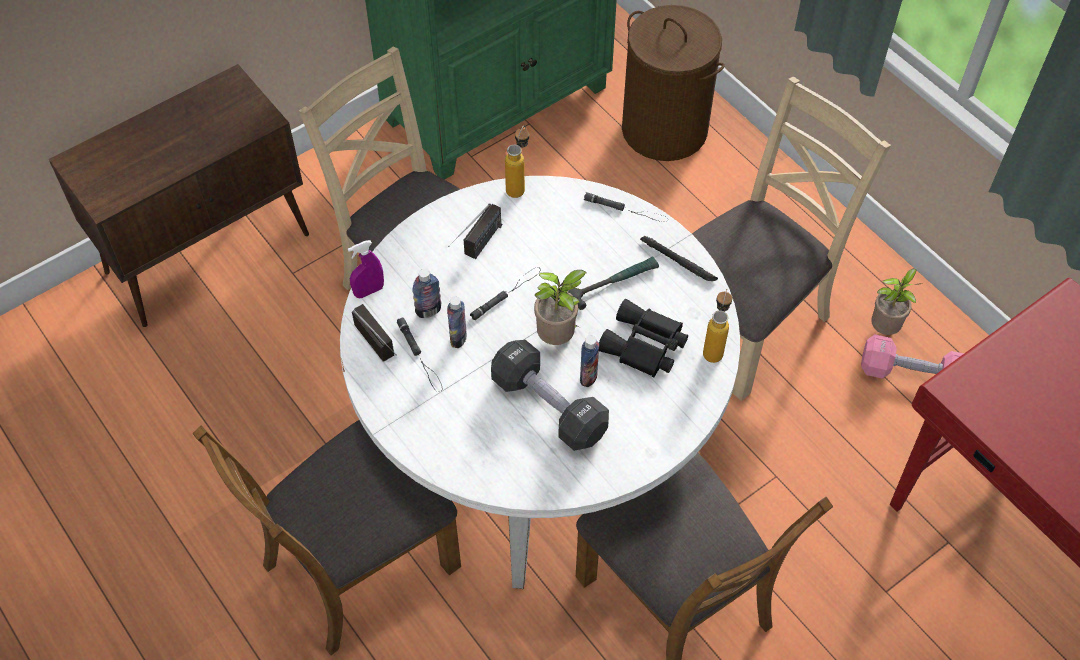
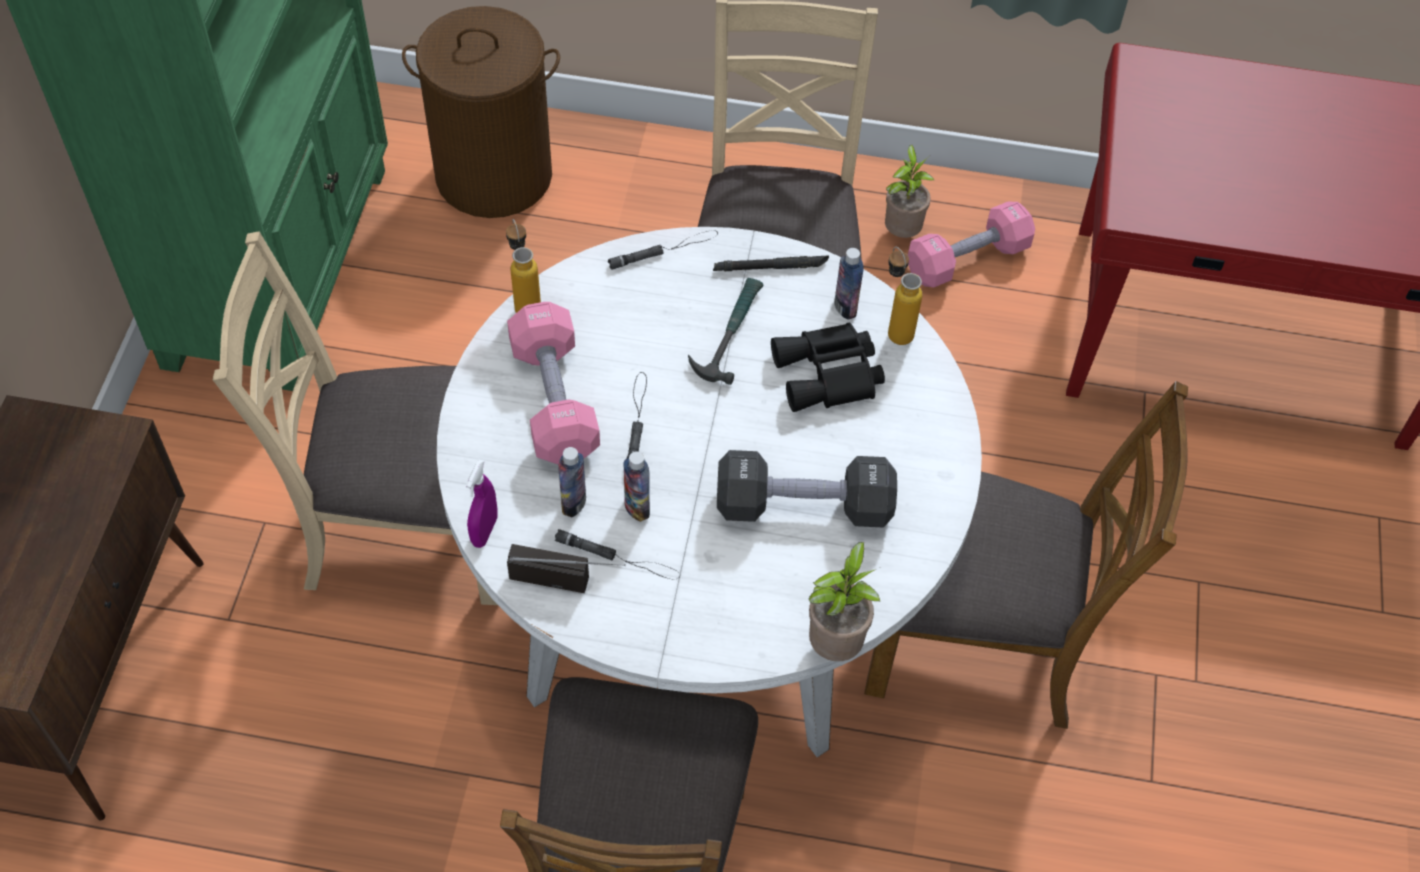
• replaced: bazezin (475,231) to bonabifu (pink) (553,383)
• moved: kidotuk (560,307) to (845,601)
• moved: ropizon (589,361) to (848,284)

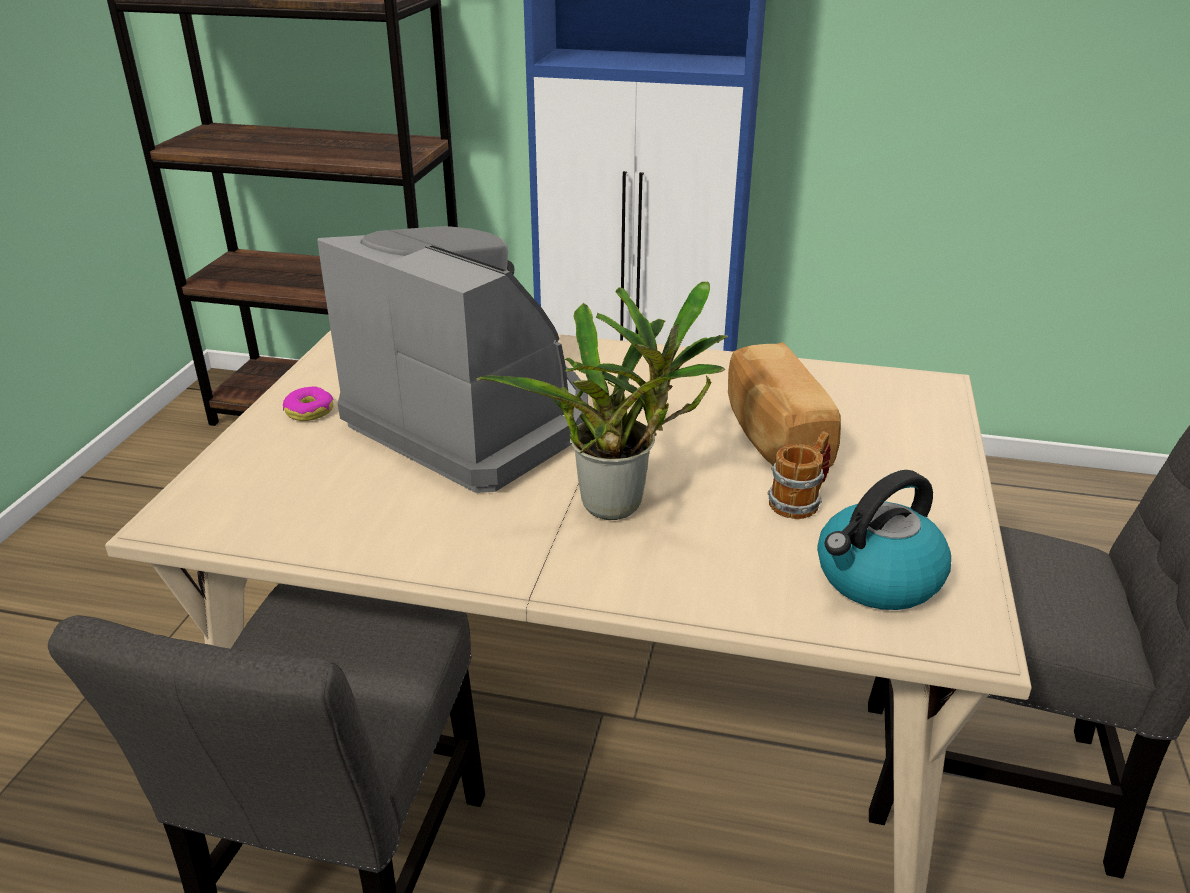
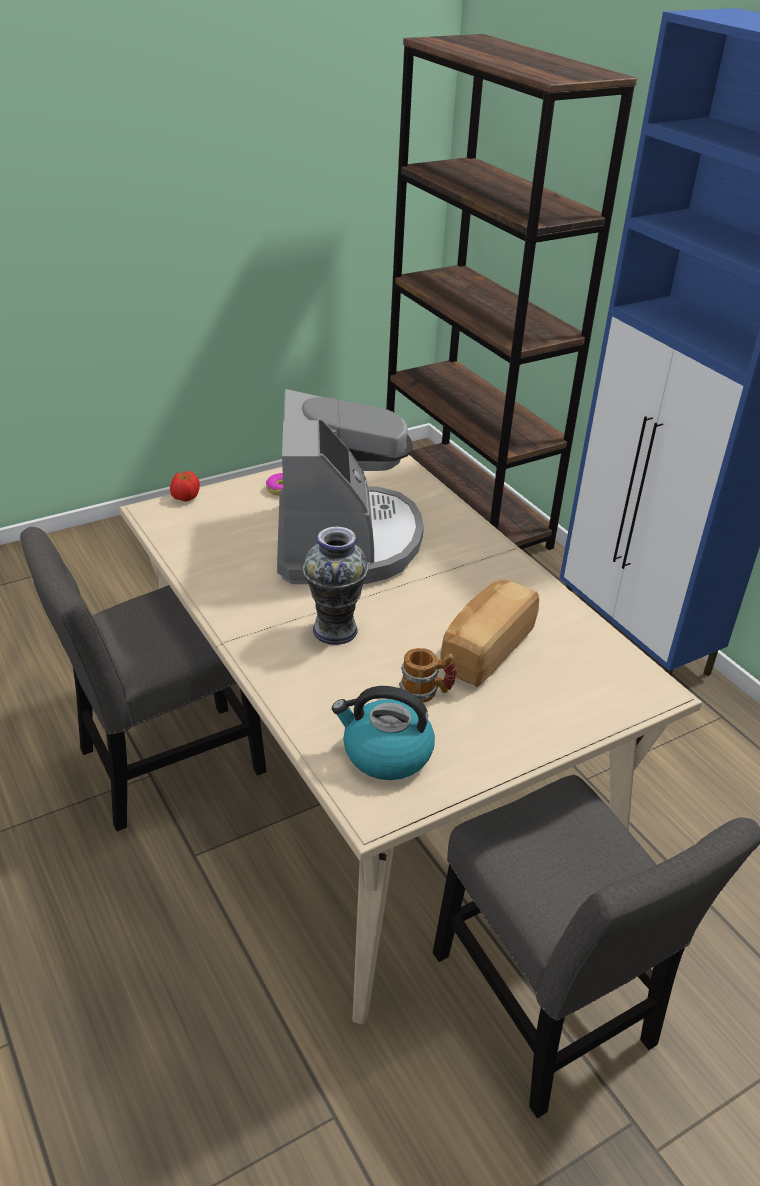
• replaced: kidotuk (602,400) to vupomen (335,586)
• added: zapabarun (185,486)

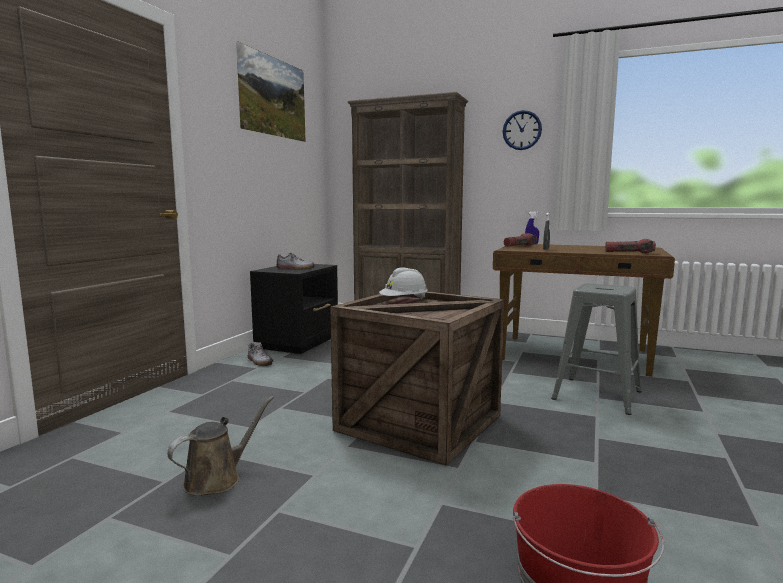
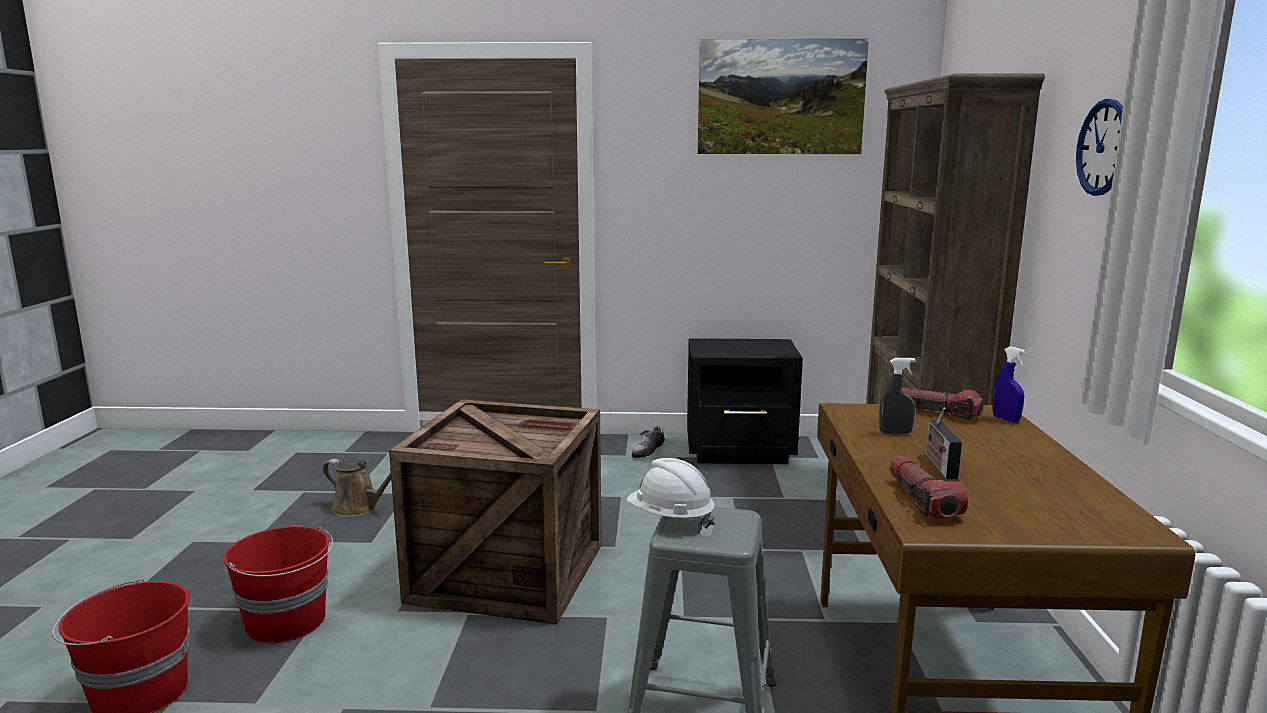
• removed: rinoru (296,260)
• moved: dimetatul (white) (403,283) to (671,493)
• added: bazezin (944,443)
• added: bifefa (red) (278,584)

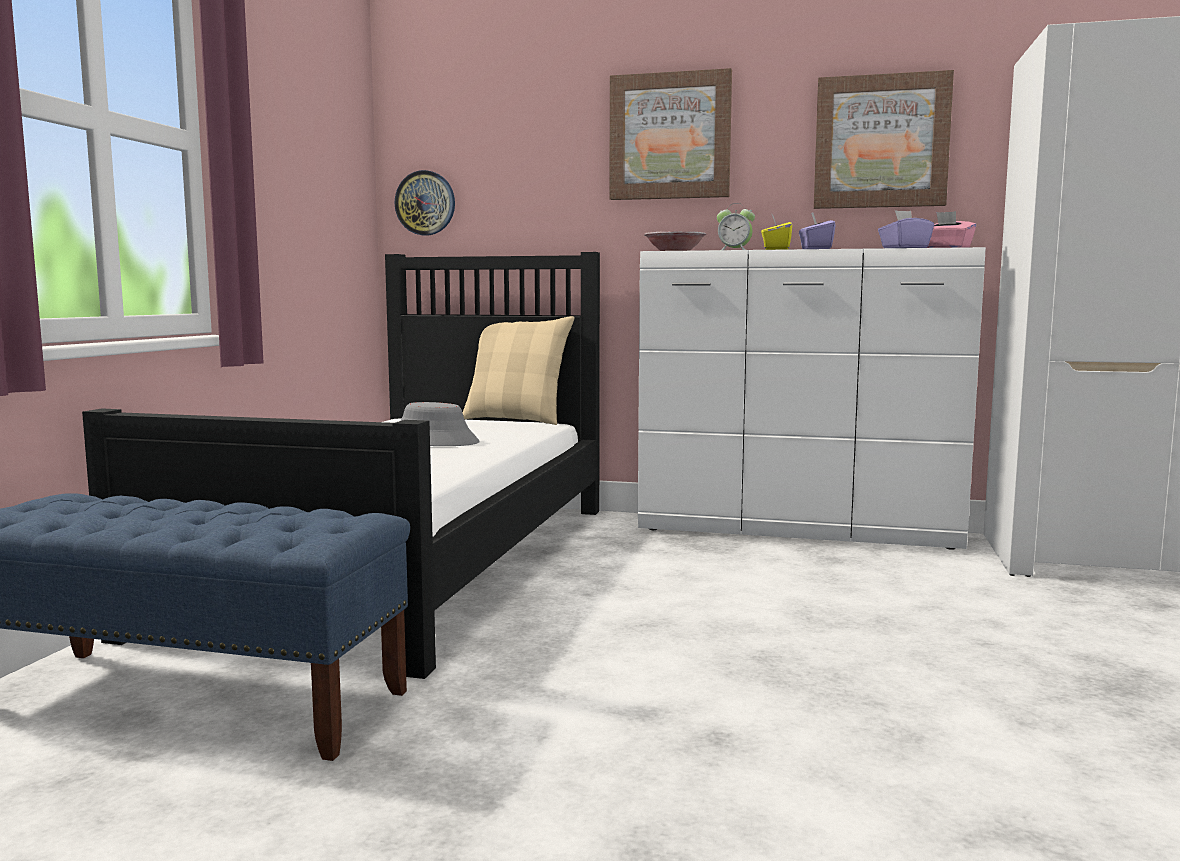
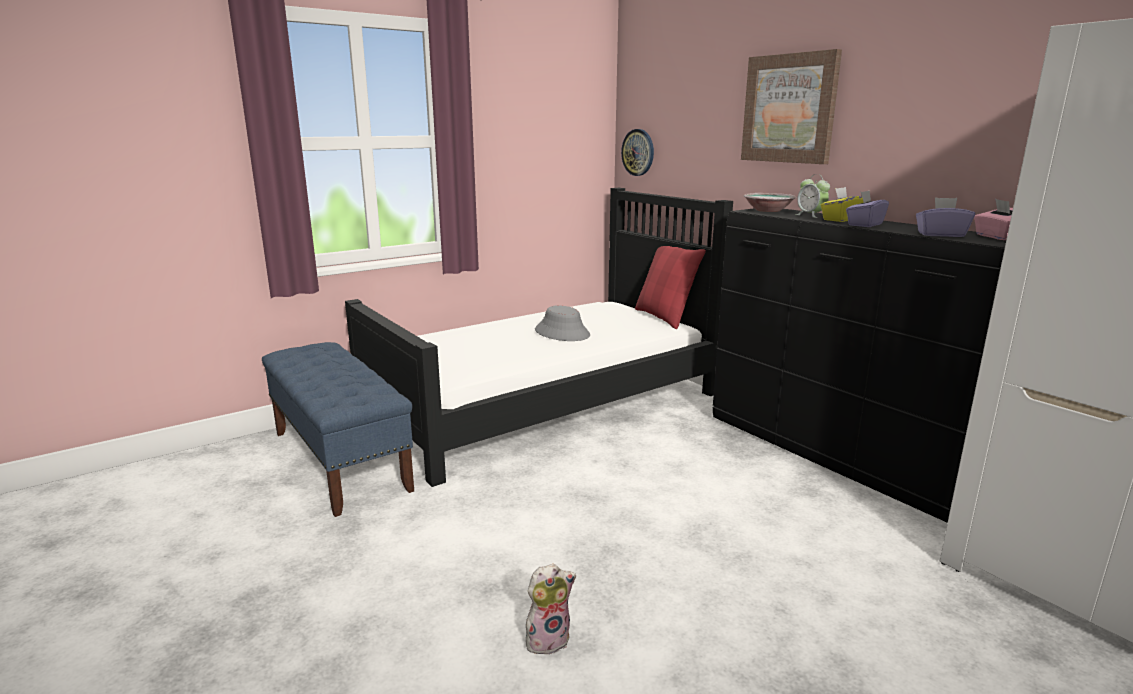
• removed: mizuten (884,139)
• recoloured: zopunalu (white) (812,398) to zopunalu (black) (859,365)
• recoloured: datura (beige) (518,370) to datura (red) (670,287)
• added: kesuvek (551,609)

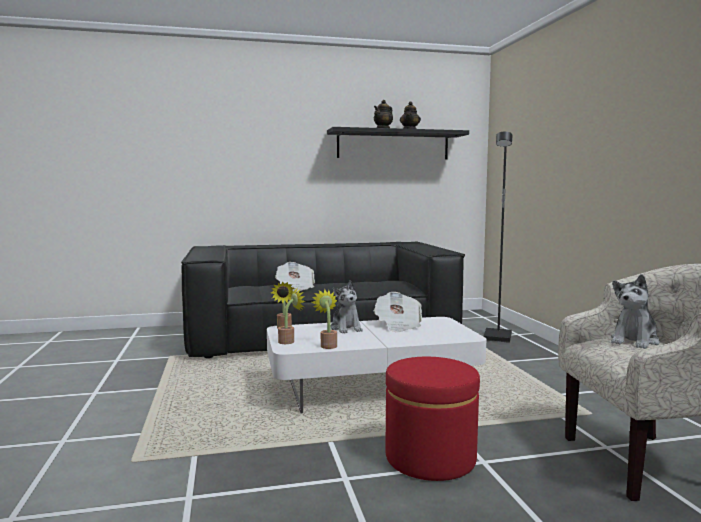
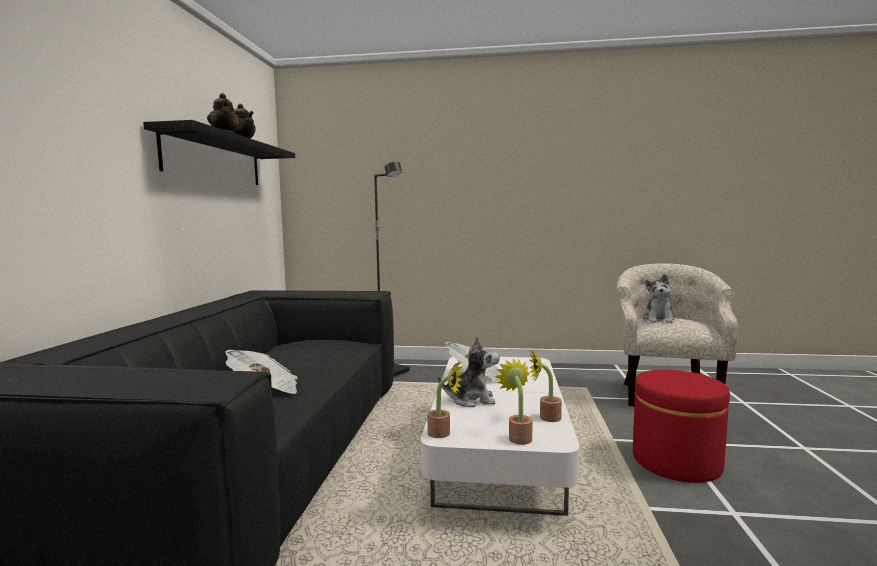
• turned: kesuvek (635,311) = (659,298) 45 degrees clockwise

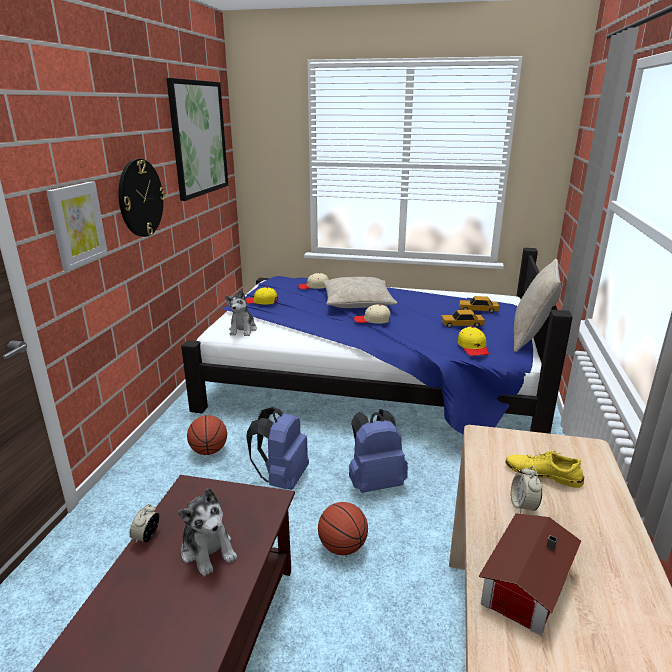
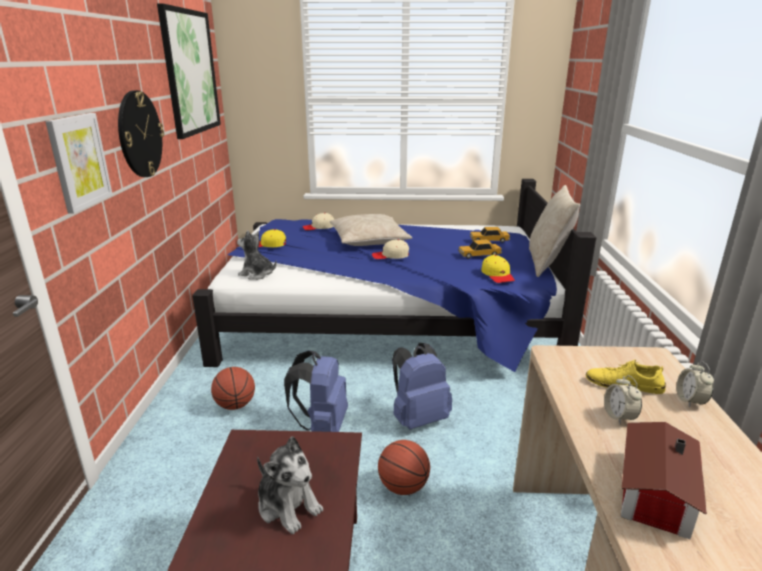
• turned: kesuvek (241,313) = (257,255) 120 degrees clockwise
• moved: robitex (144,523) to (695,384)

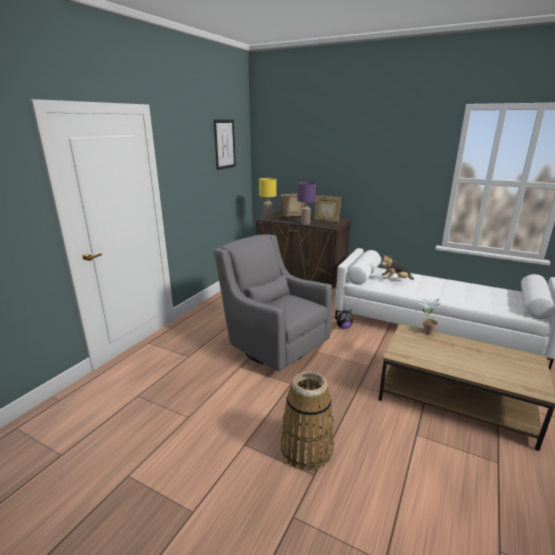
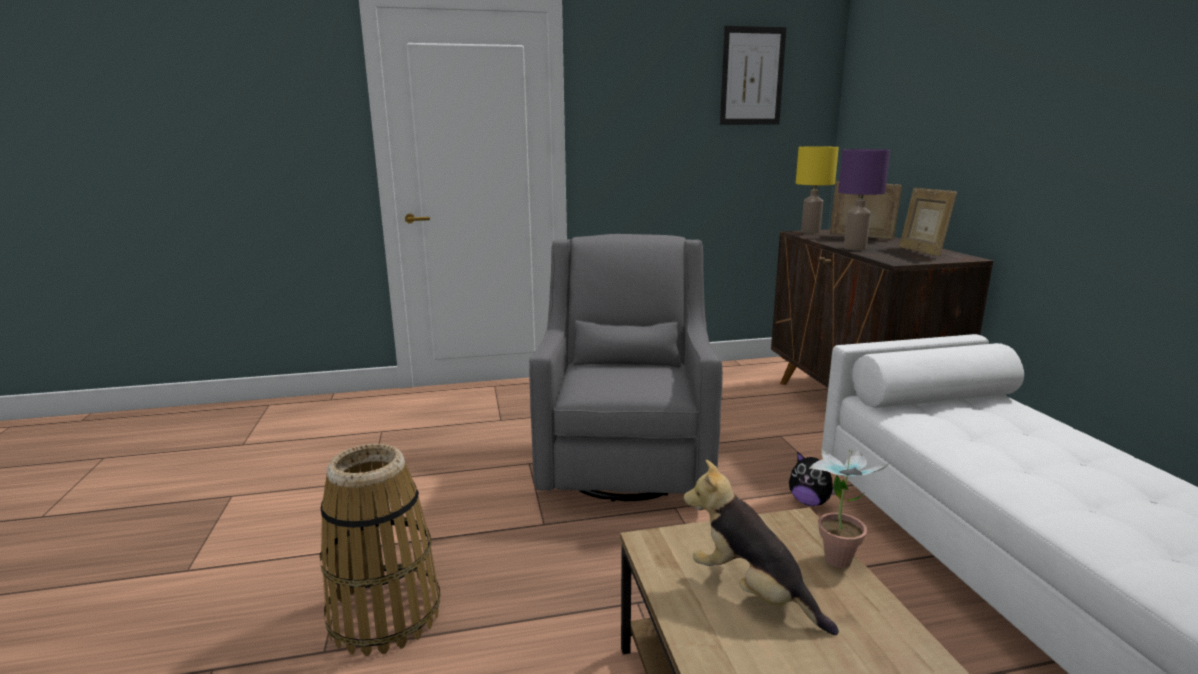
• moved: kesuvek (397,267) to (761,547)

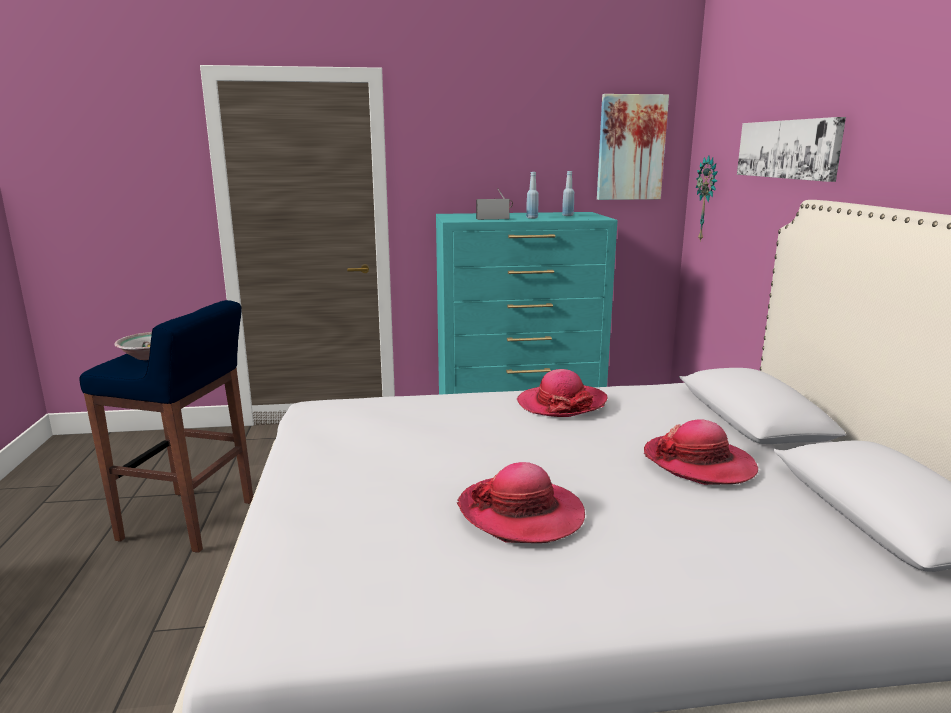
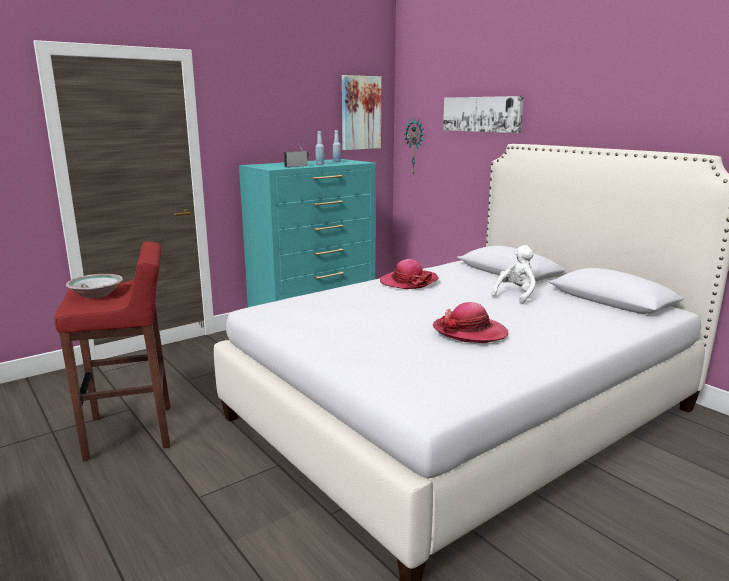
• recoloured: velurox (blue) (166,426) to velurox (red) (113,351)
• replaced: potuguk (701,452) to kesuvek (white) (514,274)

